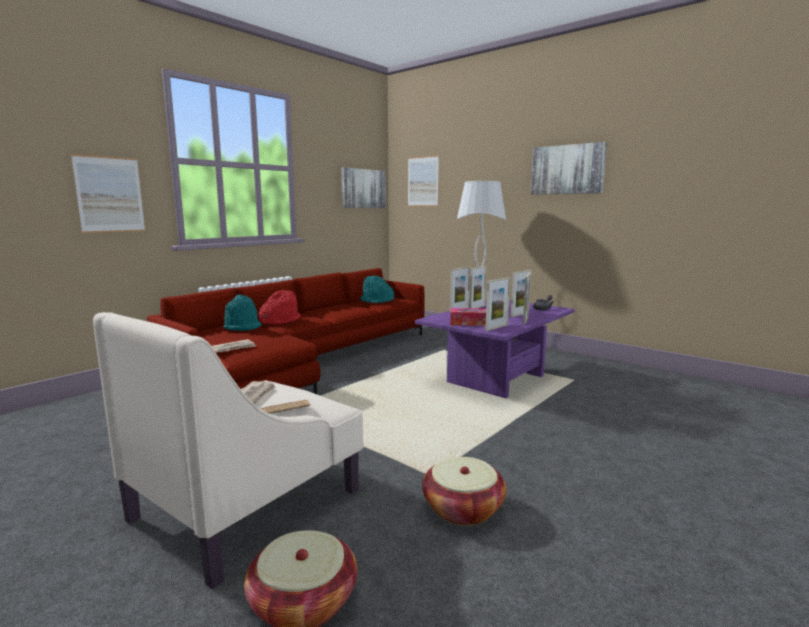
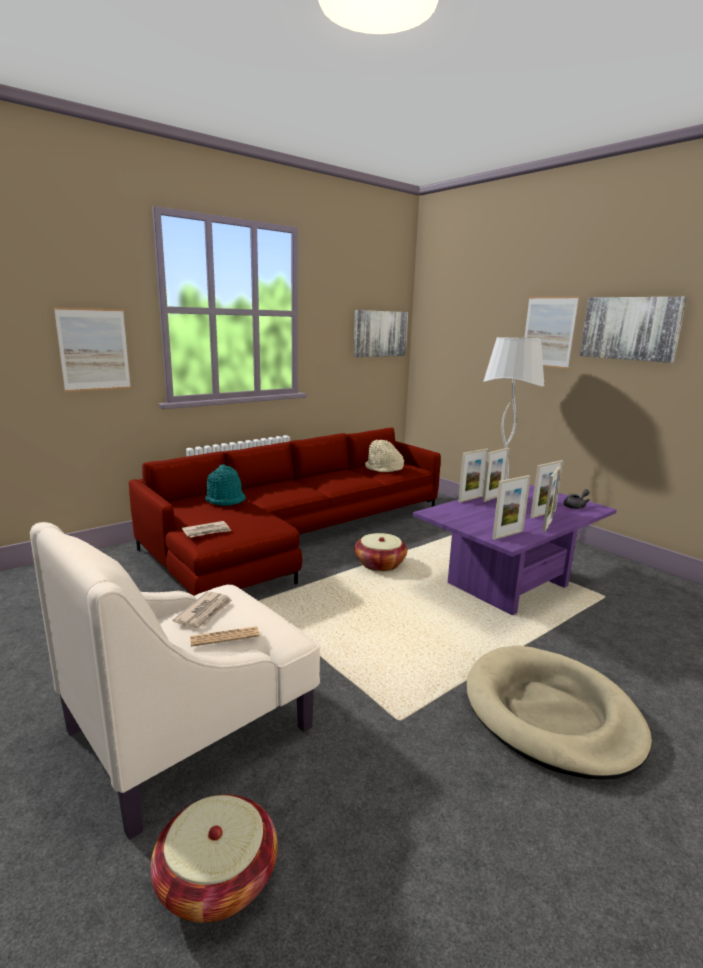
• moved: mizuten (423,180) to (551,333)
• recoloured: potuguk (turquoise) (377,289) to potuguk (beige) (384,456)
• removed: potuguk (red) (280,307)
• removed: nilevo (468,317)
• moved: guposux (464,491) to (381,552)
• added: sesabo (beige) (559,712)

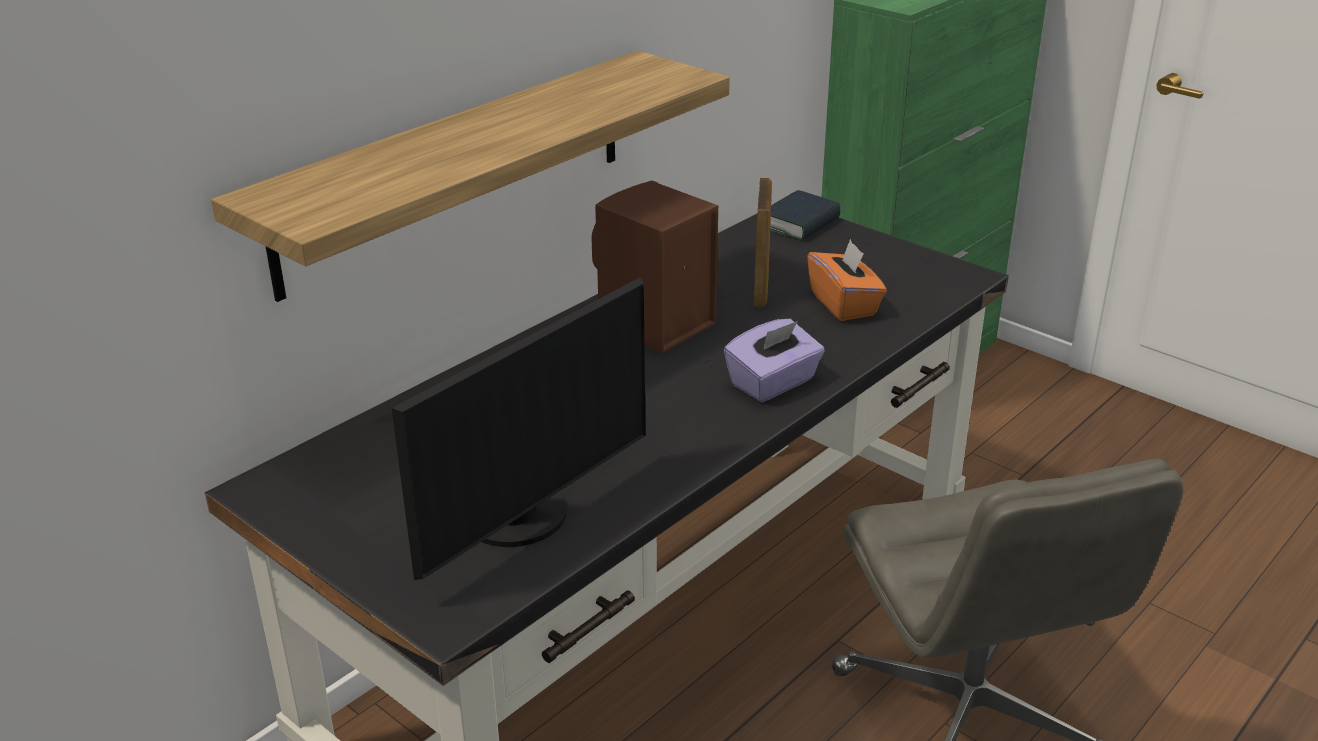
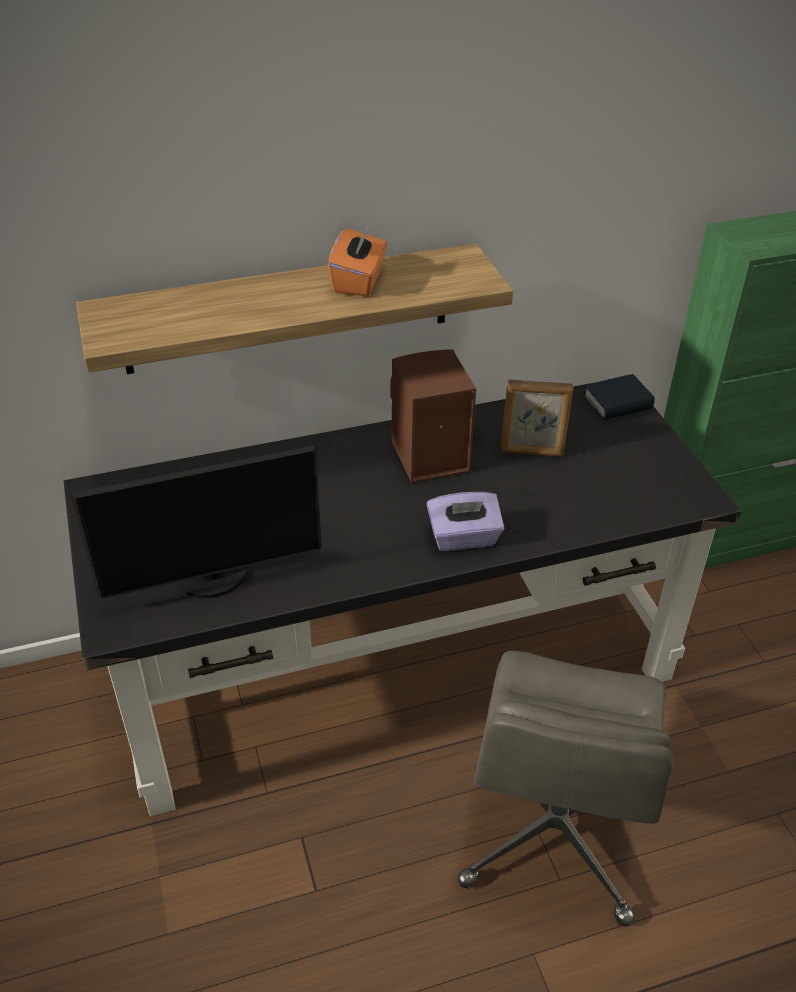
• turned: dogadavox (763,242) = (537,418) 60 degrees clockwise
• moved: nilevo (orange) (847,280) to (357,260)

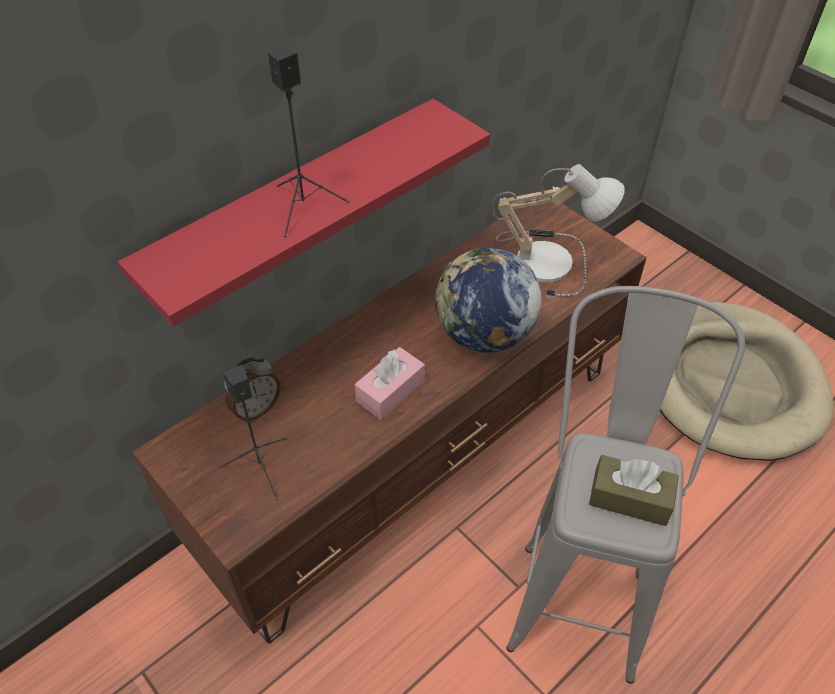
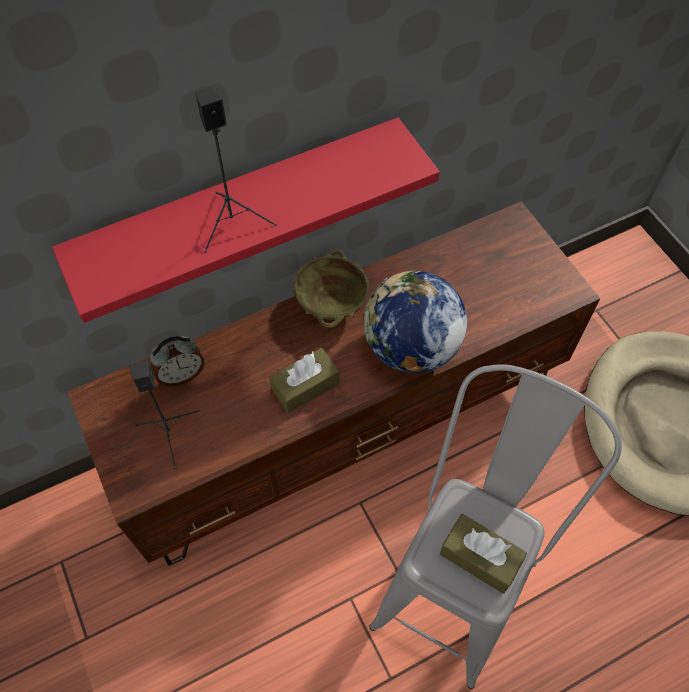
• removed: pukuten (558,231)
• recoloured: nilevo (pink) (390,383) to nilevo (brown) (304,380)
• added: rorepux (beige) (331,288)

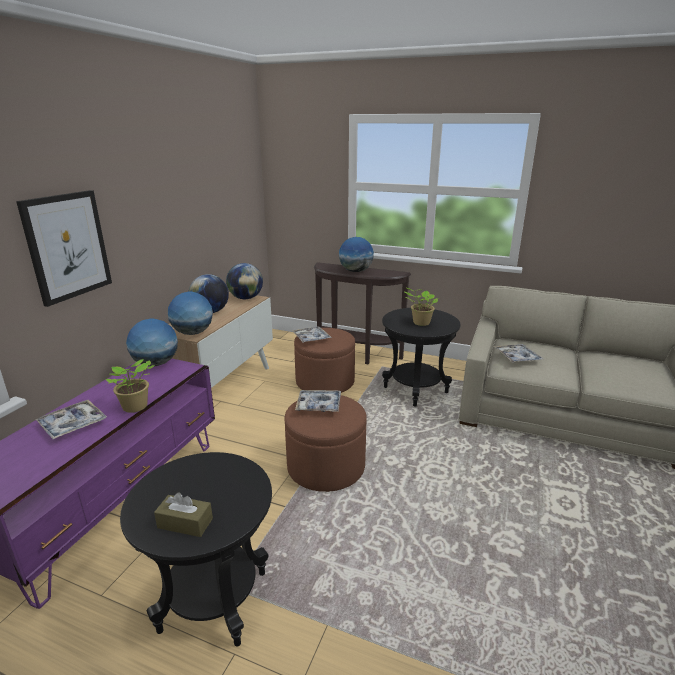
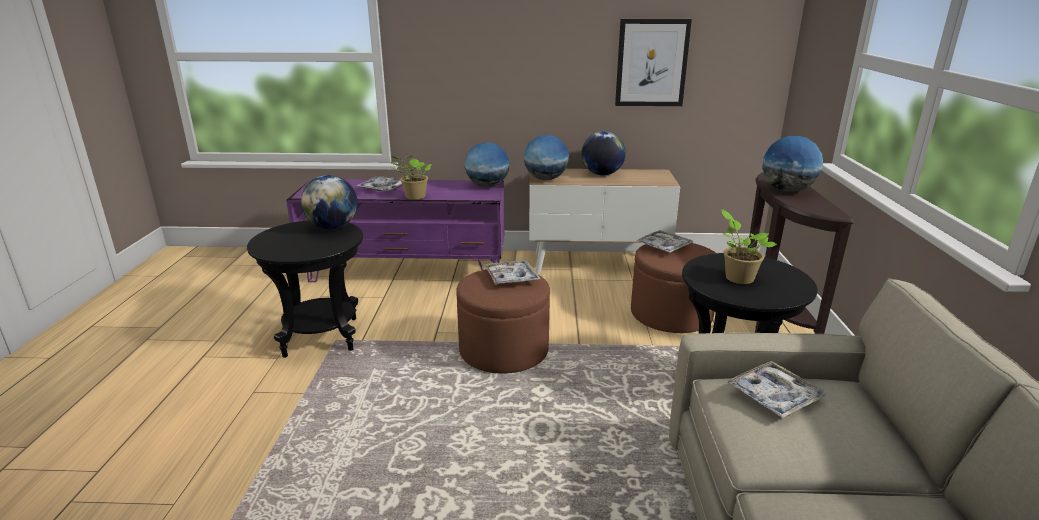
• moved: mizuten (64,248) to (653,62)
• moved: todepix (244,281) to (329,202)
• removed: nilevo (brown) (183,514)

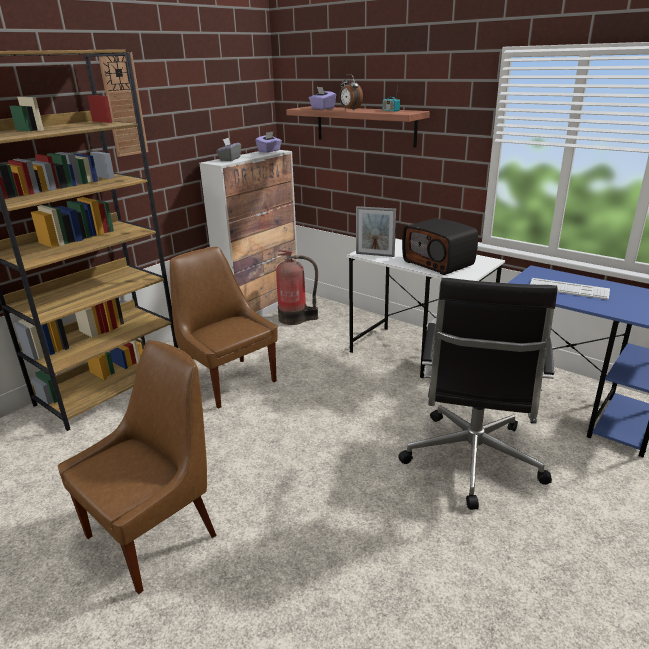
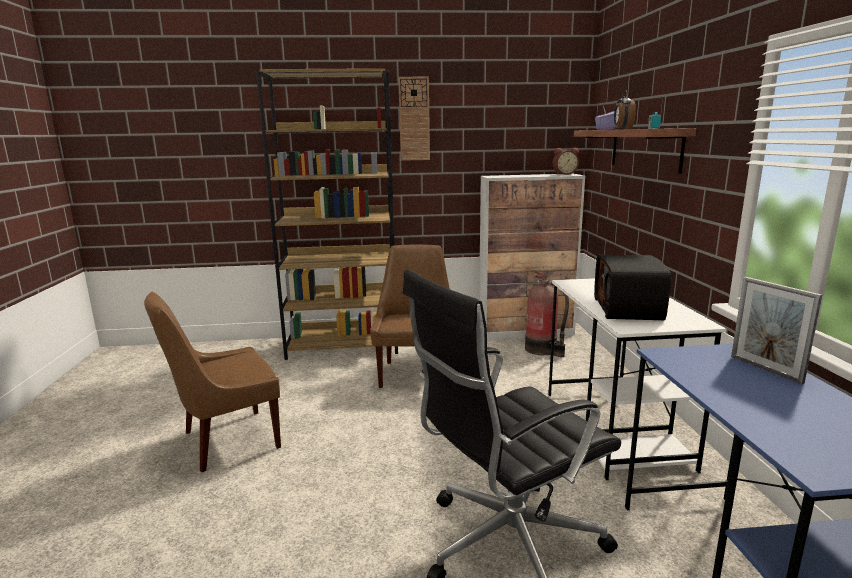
• replaced: nilevo (purple) (268,142) to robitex (566,161)
• removed: nilevo (grey) (228,149)
• moved: dogadavox (376,231) to (776,330)
• removed: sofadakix (570,289)
• turned: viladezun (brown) (137,467) = (212,382) 150 degrees clockwise

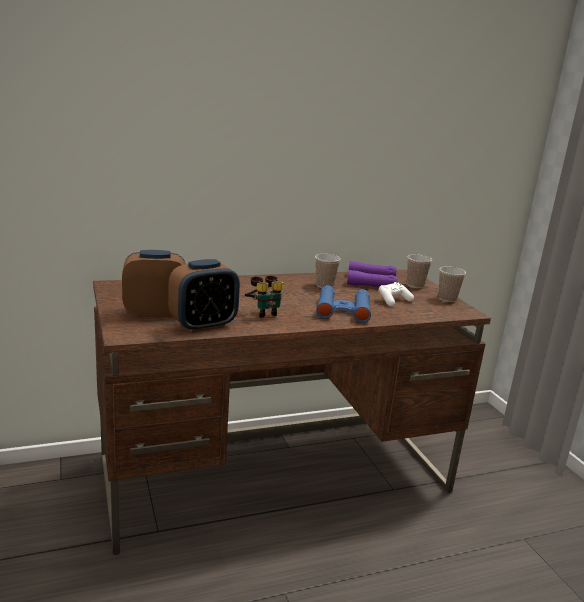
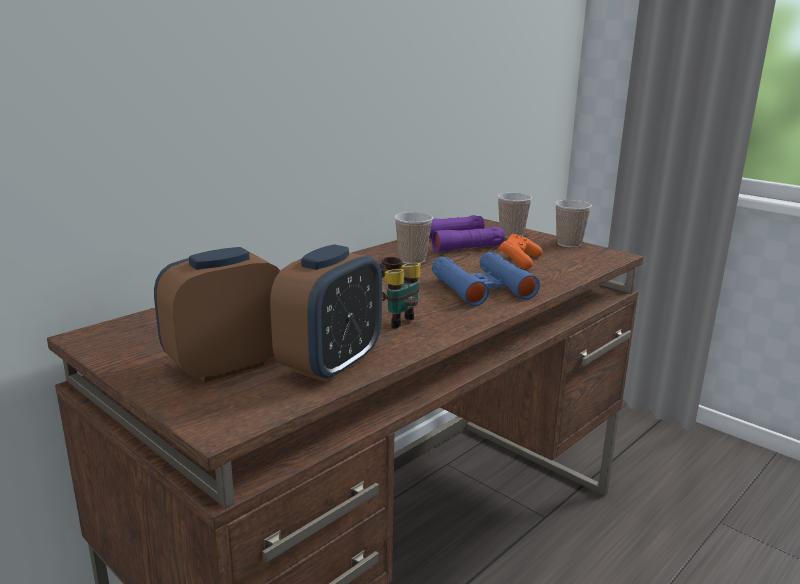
• recoloured: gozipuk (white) (396,294) to gozipuk (orange) (521,251)

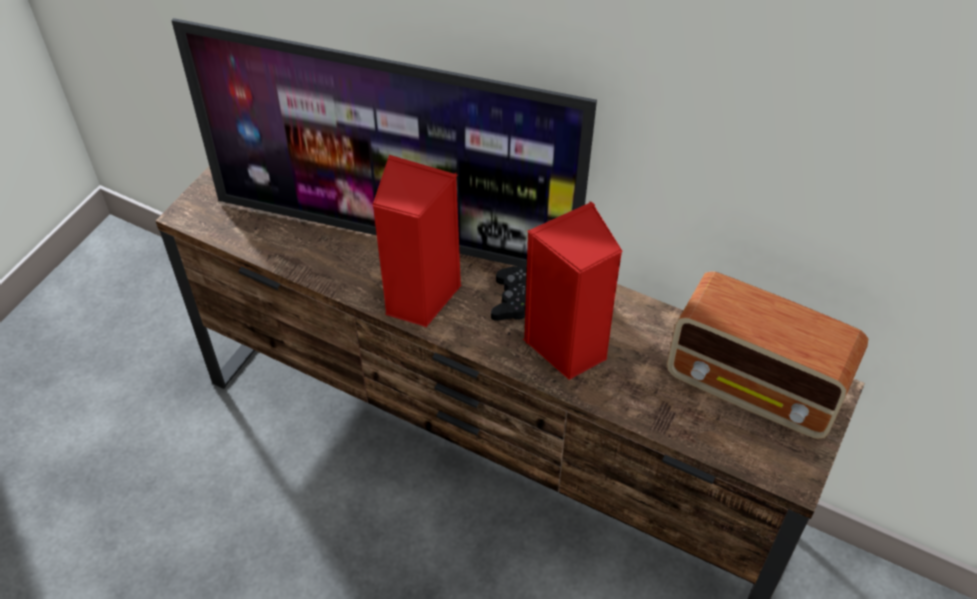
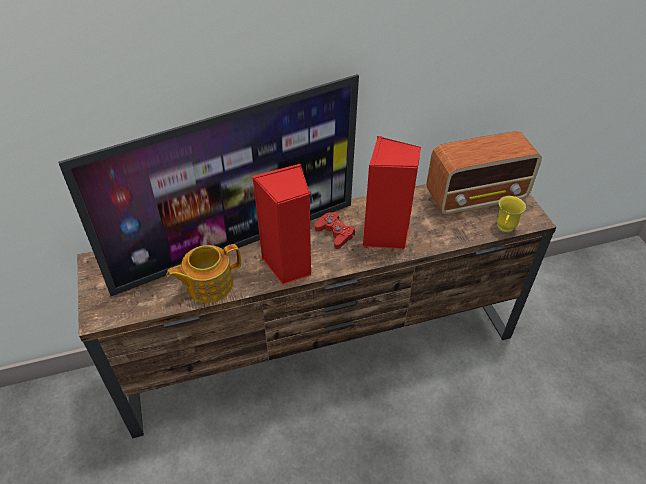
• recoloured: gozipuk (black) (509,293) to gozipuk (red) (335,230)
• added: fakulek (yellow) (511,214)
• added: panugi (203,273)

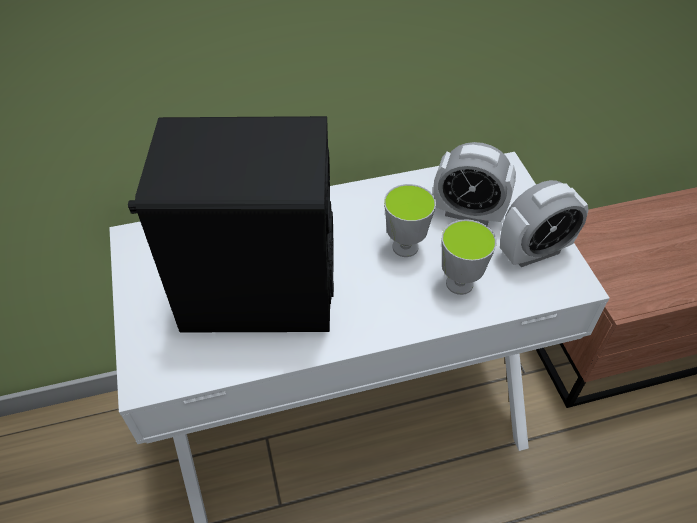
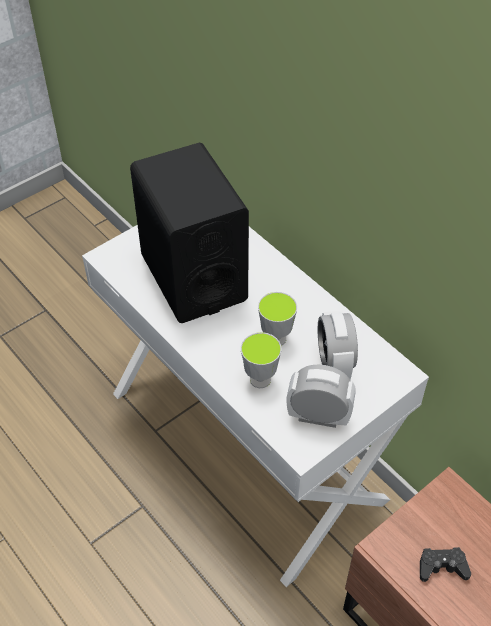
• turned: robitex (544,223) = (321,396) 150 degrees clockwise
• added: gozipuk (black) (445,564)

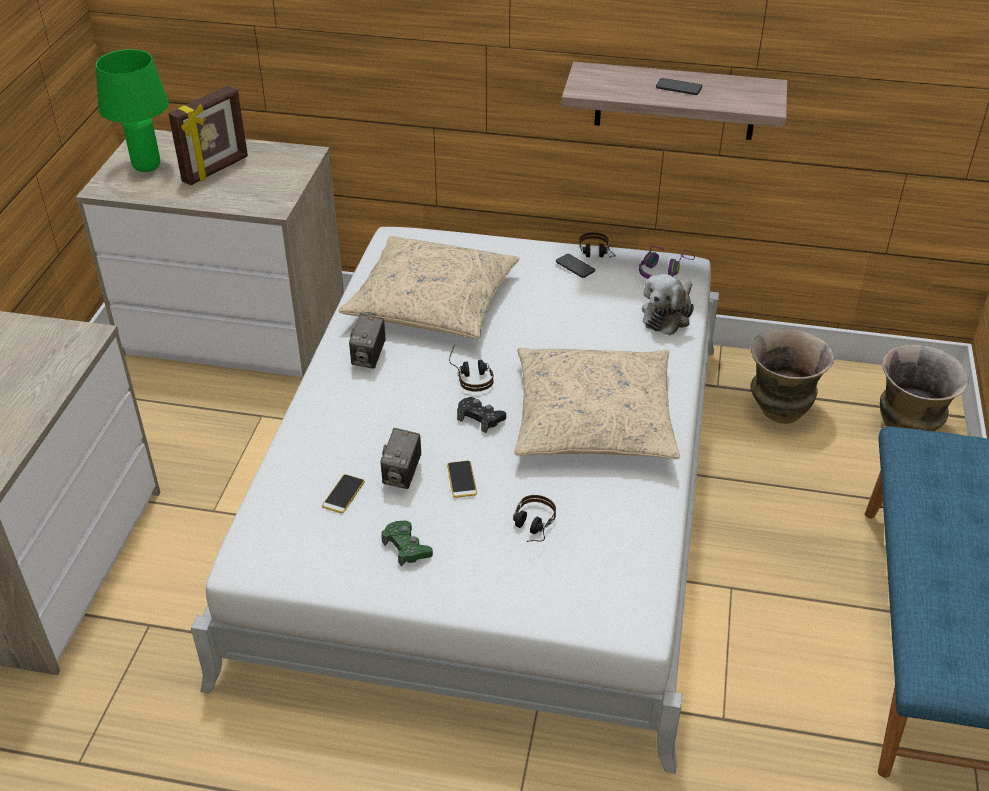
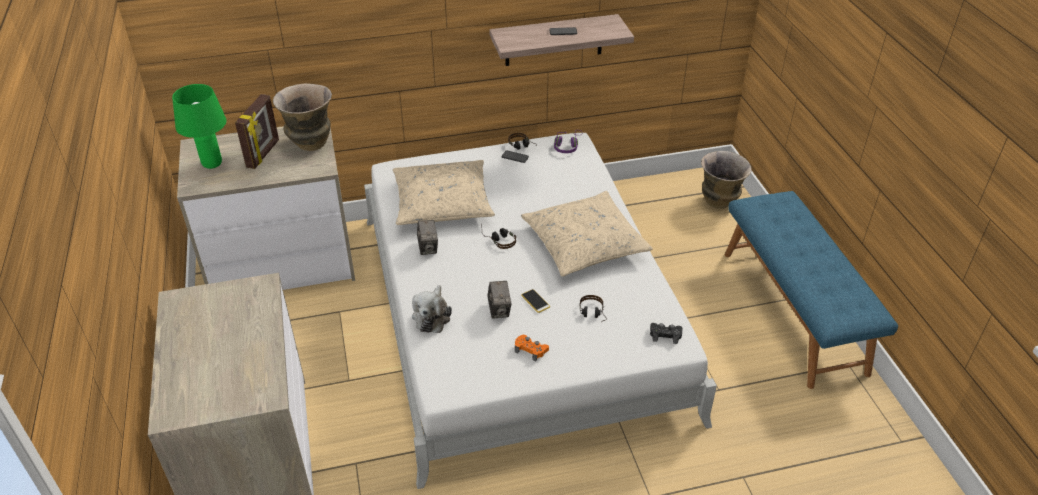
• moved: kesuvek (668,304) to (432,309)
• moved: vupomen (792,376) to (302,117)
• moved: gozipuk (black) (481,415) to (666,333)
• removed: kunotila (343,493)
• recoloured: gozipuk (green) (407,544) to gozipuk (orange) (532,348)

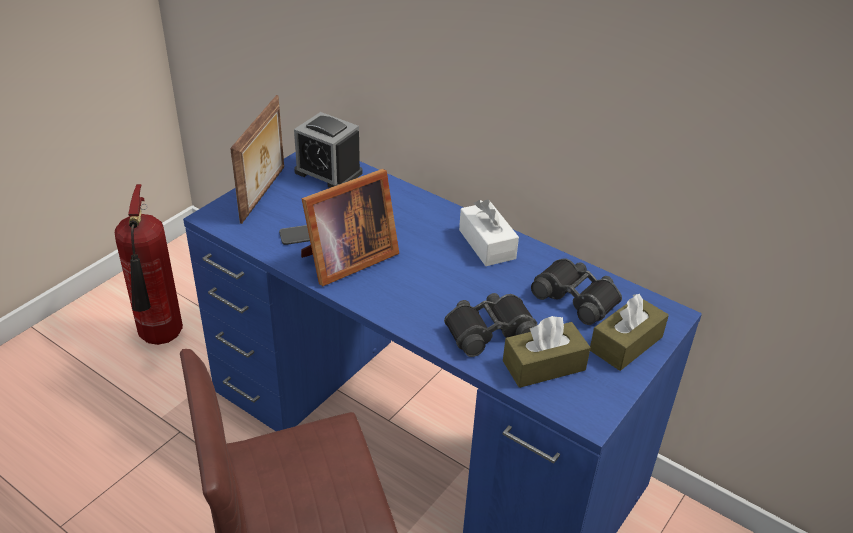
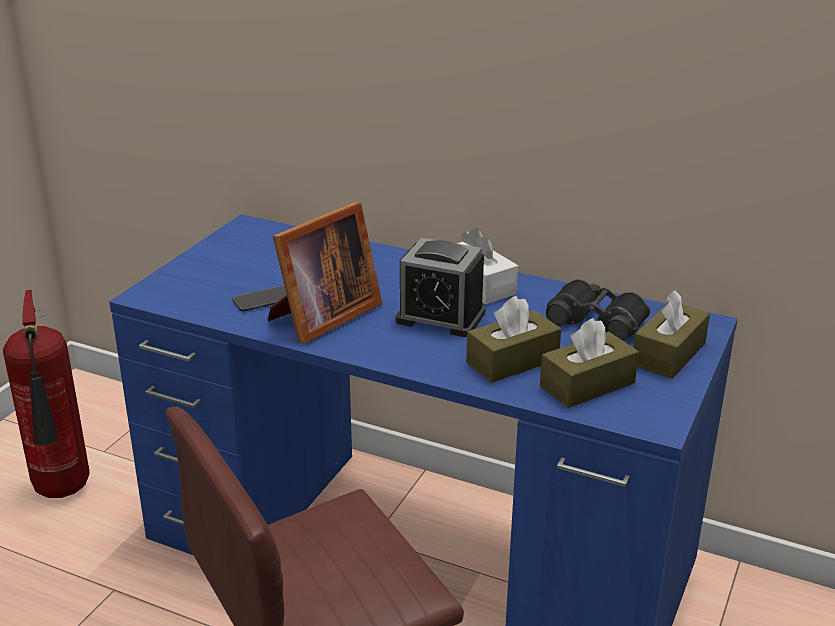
• removed: dogadavox (257,159)
• moved: robitex (328,150) to (440,287)
• replaced: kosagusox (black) (491,325) to nilevo (brown) (513,339)

